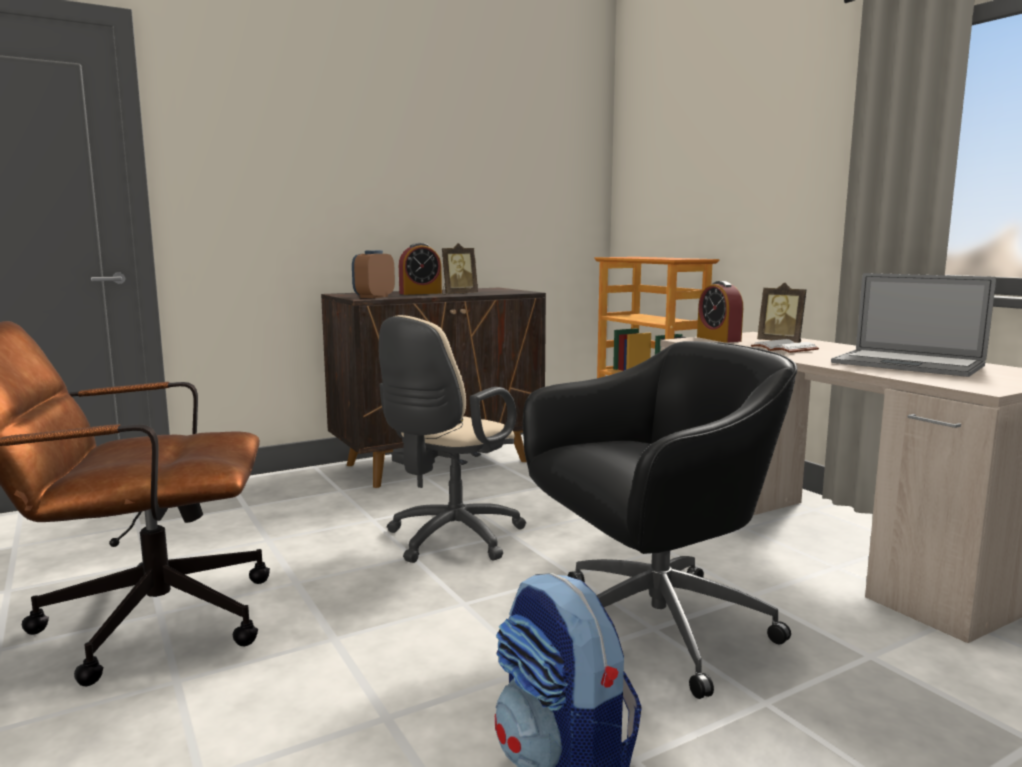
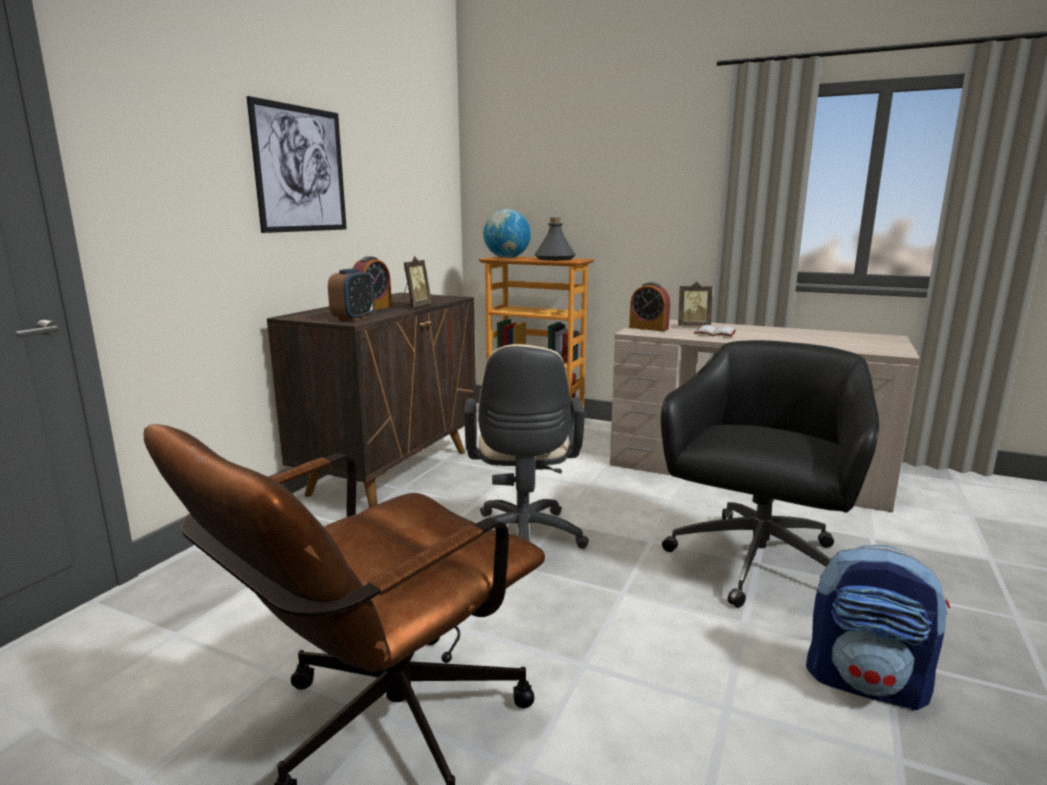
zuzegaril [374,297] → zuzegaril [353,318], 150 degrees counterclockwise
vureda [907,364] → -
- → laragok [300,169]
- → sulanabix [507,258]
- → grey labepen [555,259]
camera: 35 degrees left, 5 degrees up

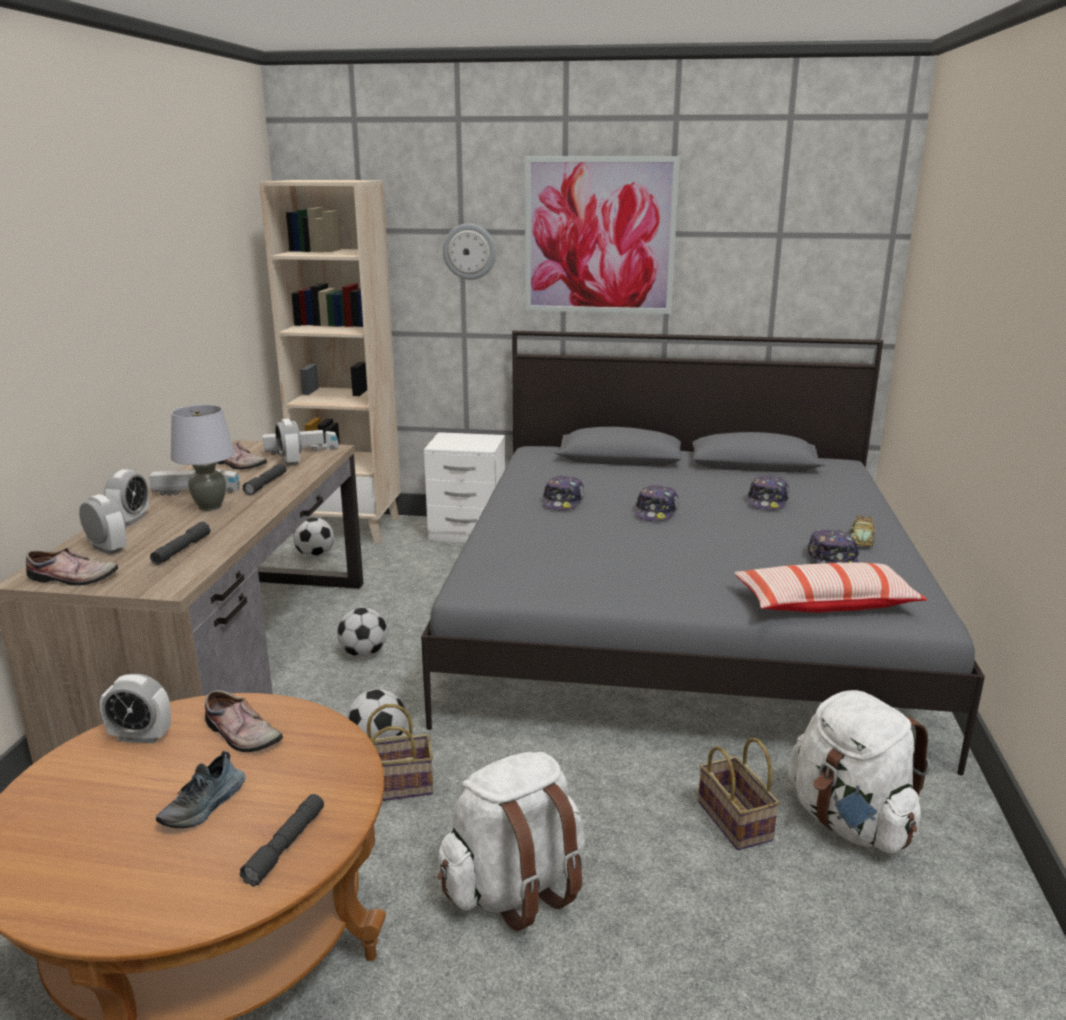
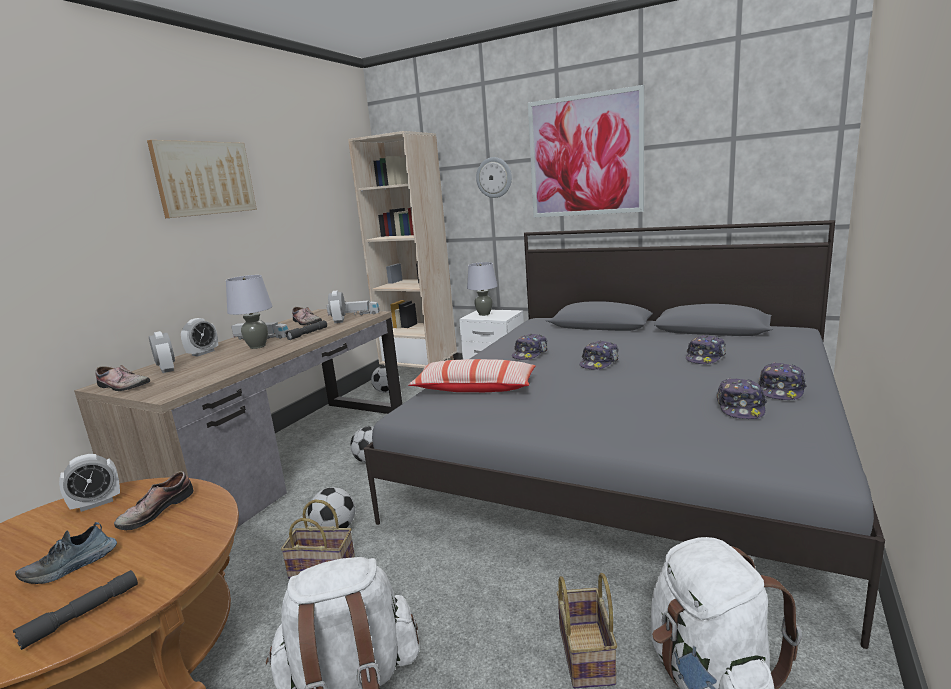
zuzegaril [141,736] → zuzegaril [96,503], 60 degrees counterclockwise
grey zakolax [181,550] → -
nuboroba [240,735] → nuboroba [154,511], 60 degrees clockwise
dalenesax [825,603] → dalenesax [474,388], relocated
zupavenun [861,539] → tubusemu [781,390]
- → laragok [204,178]
- → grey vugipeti [484,314]
camera: 20 degrees right, 5 degrees down

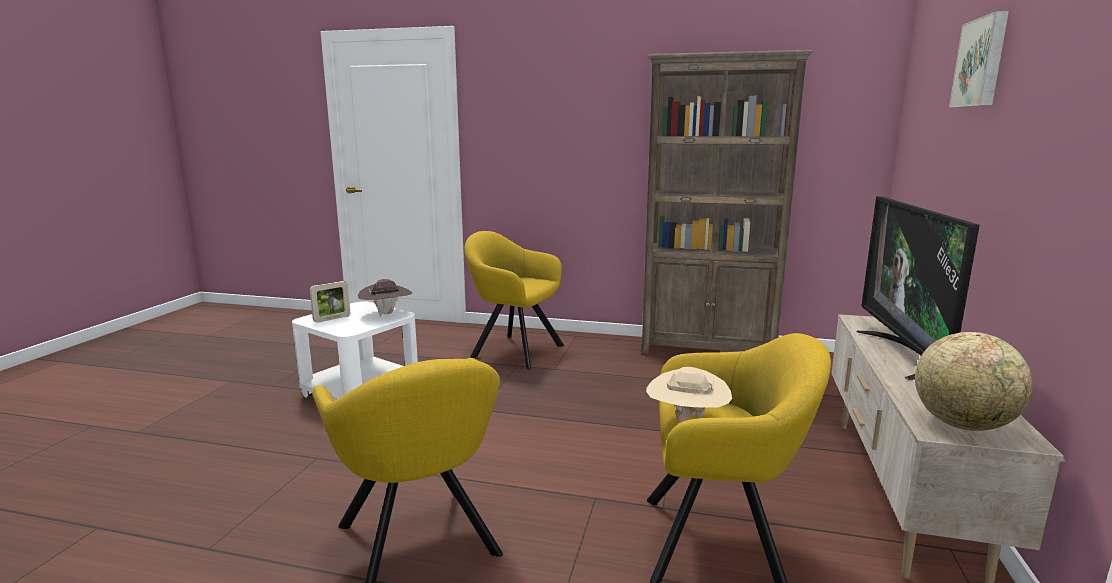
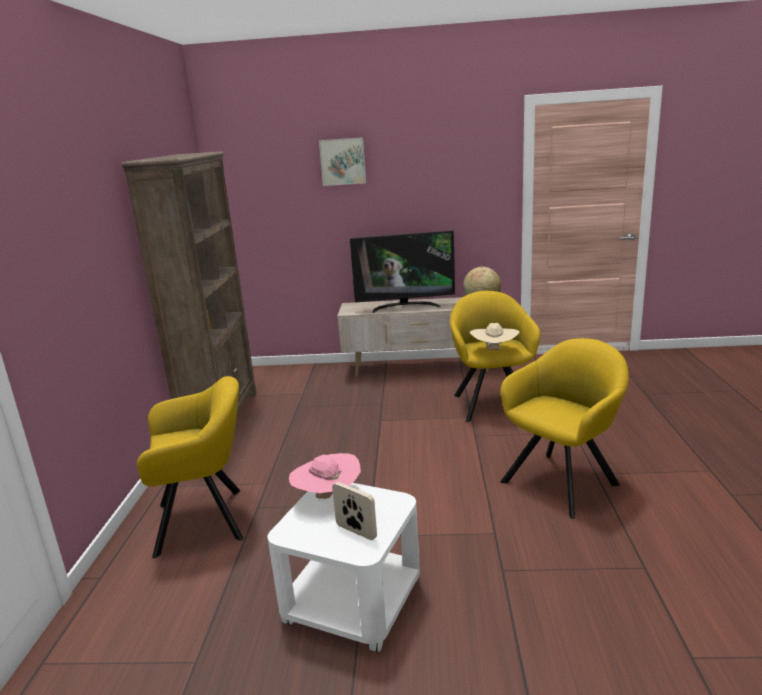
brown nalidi [387,314] → pink nalidi [327,497]
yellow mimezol [513,350] → yellow mimezol [207,520], 120 degrees counterclockwise
camera: 100 degrees left, 5 degrees up

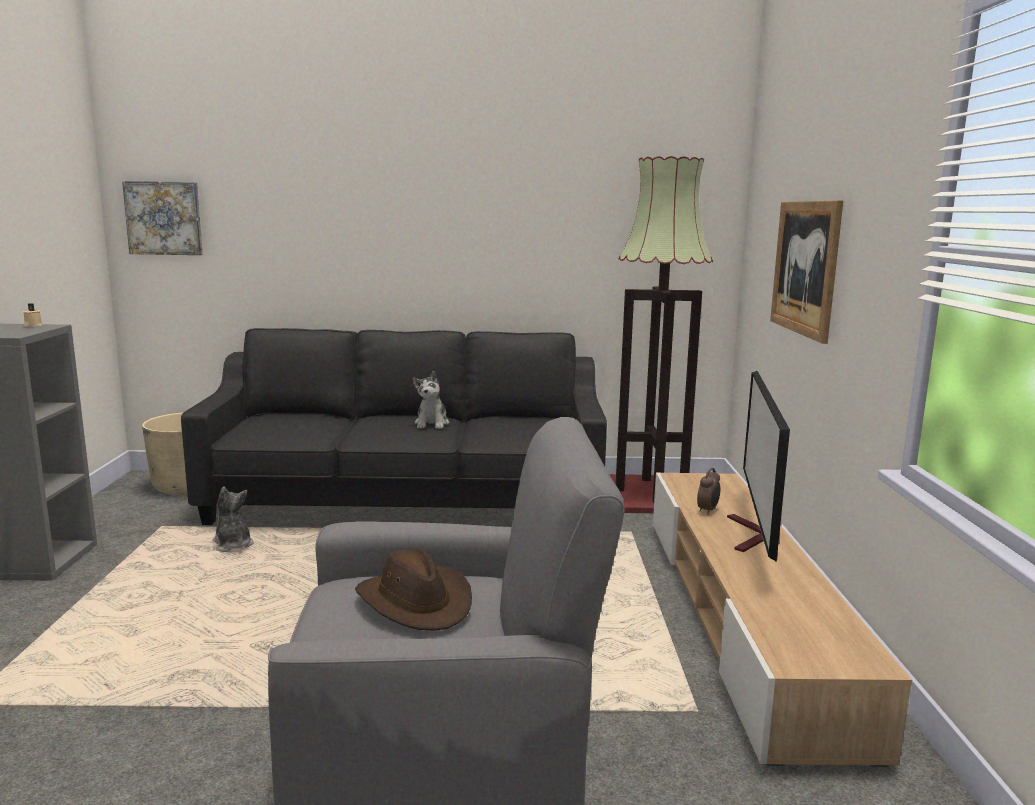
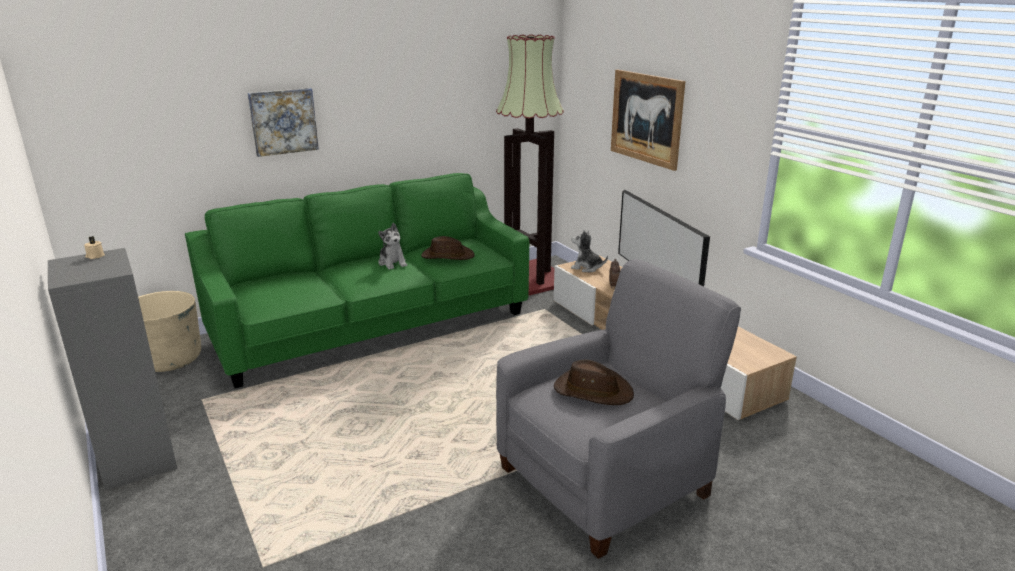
laragok [164,218] → laragok [283,121], relocated
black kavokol [407,502] → green kavokol [373,326]
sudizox [232,545] → sudizox [586,268], relocated
- → brown nalidi [447,256]
camera: 30 degrees left, 10 degrees up

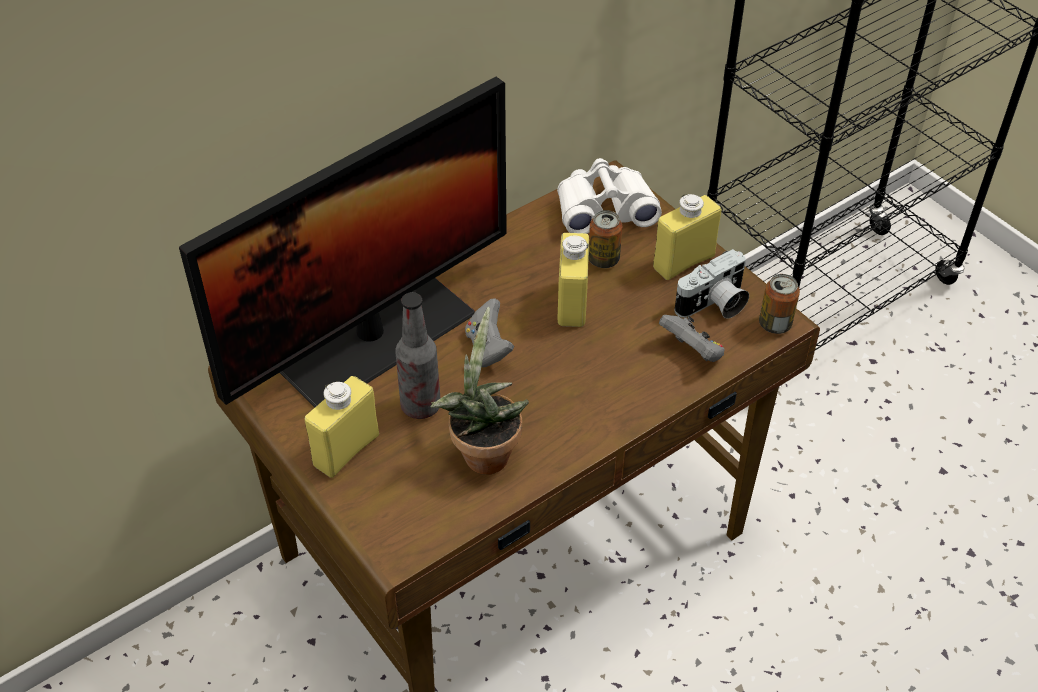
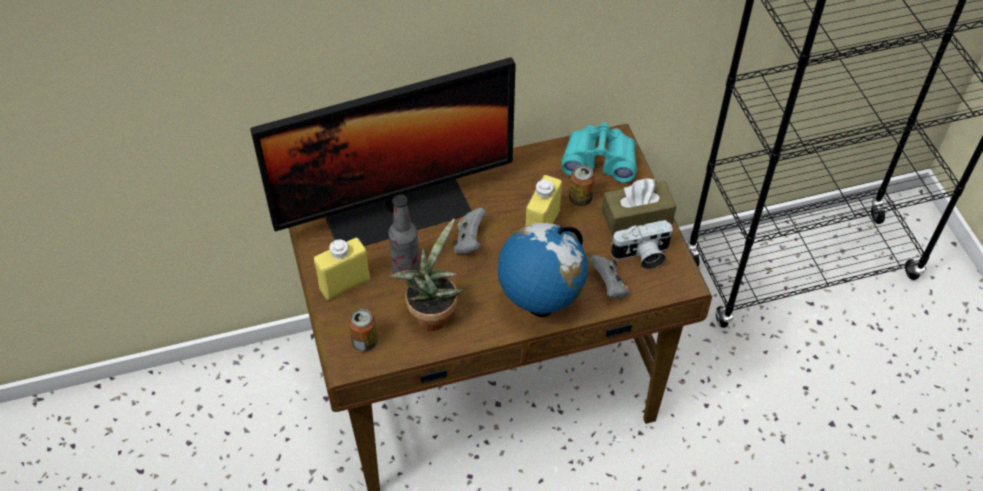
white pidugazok [604,209] → turquoise pidugazok [599,160]
yellow labepen [683,262] → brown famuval [636,217]
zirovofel [775,324] → zirovofel [364,342], relocated
- → sulanabix [539,305]
camera: 20 degrees right, 5 degrees up

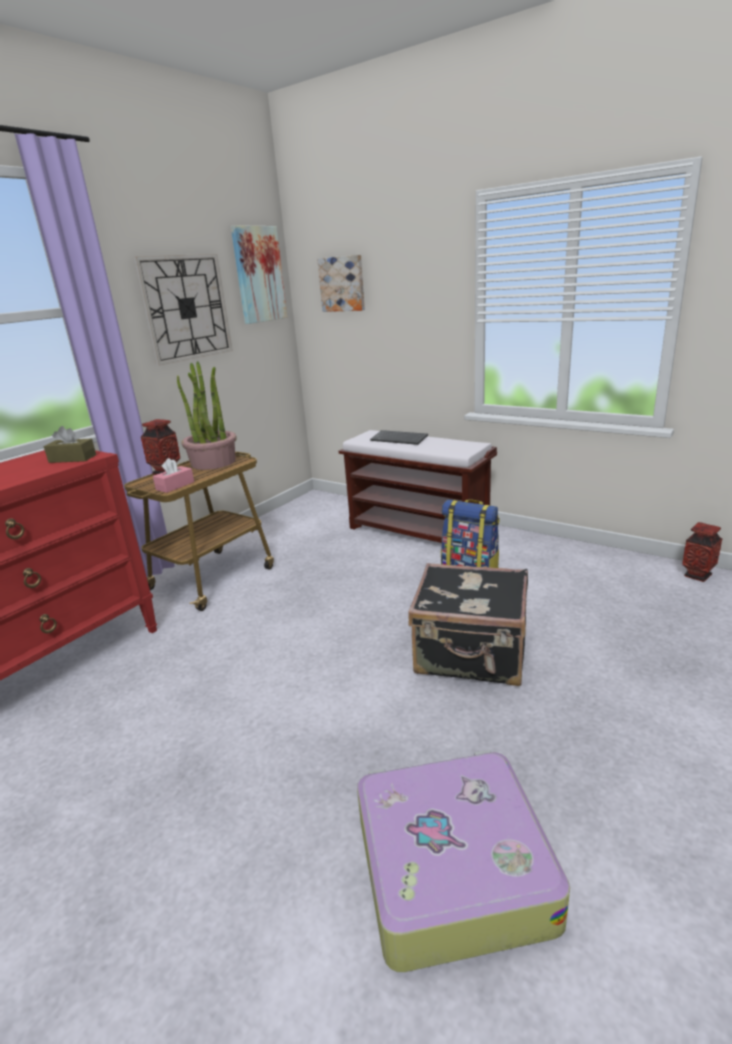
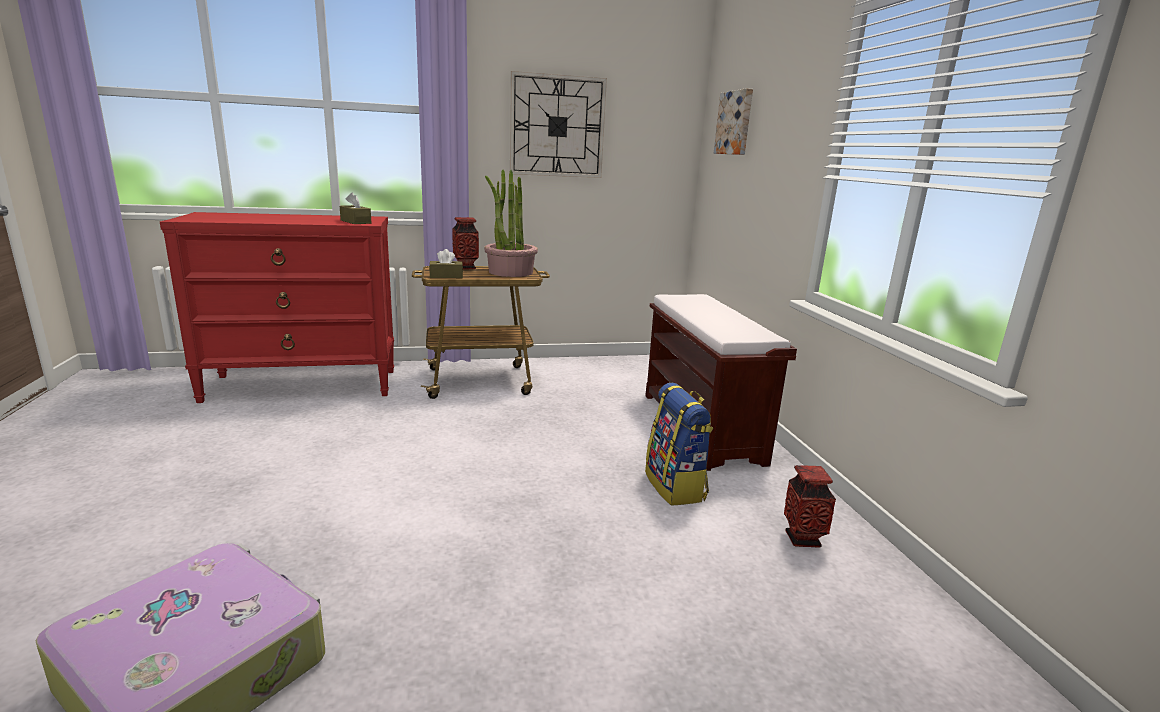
pink famuval [175,486] → brown famuval [446,276]
laragok [258,274] → -
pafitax [400,439] → -
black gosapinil [471,654] → -
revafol [697,575] → revafol [802,539], relocated
camera: 40 degrees right, 5 degrees down

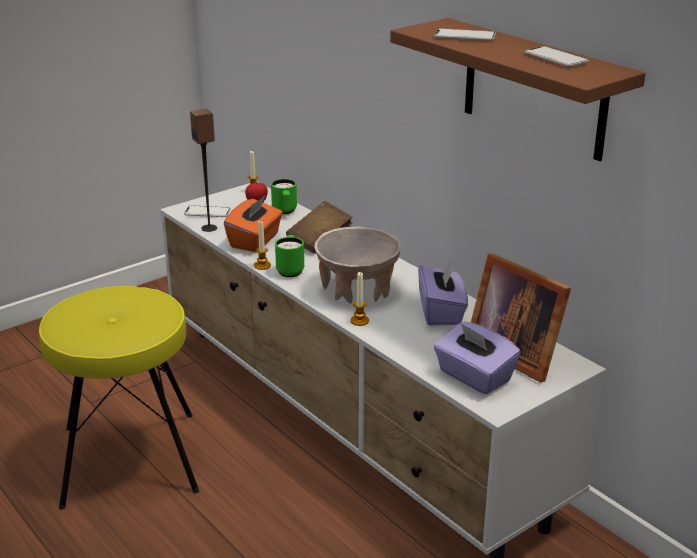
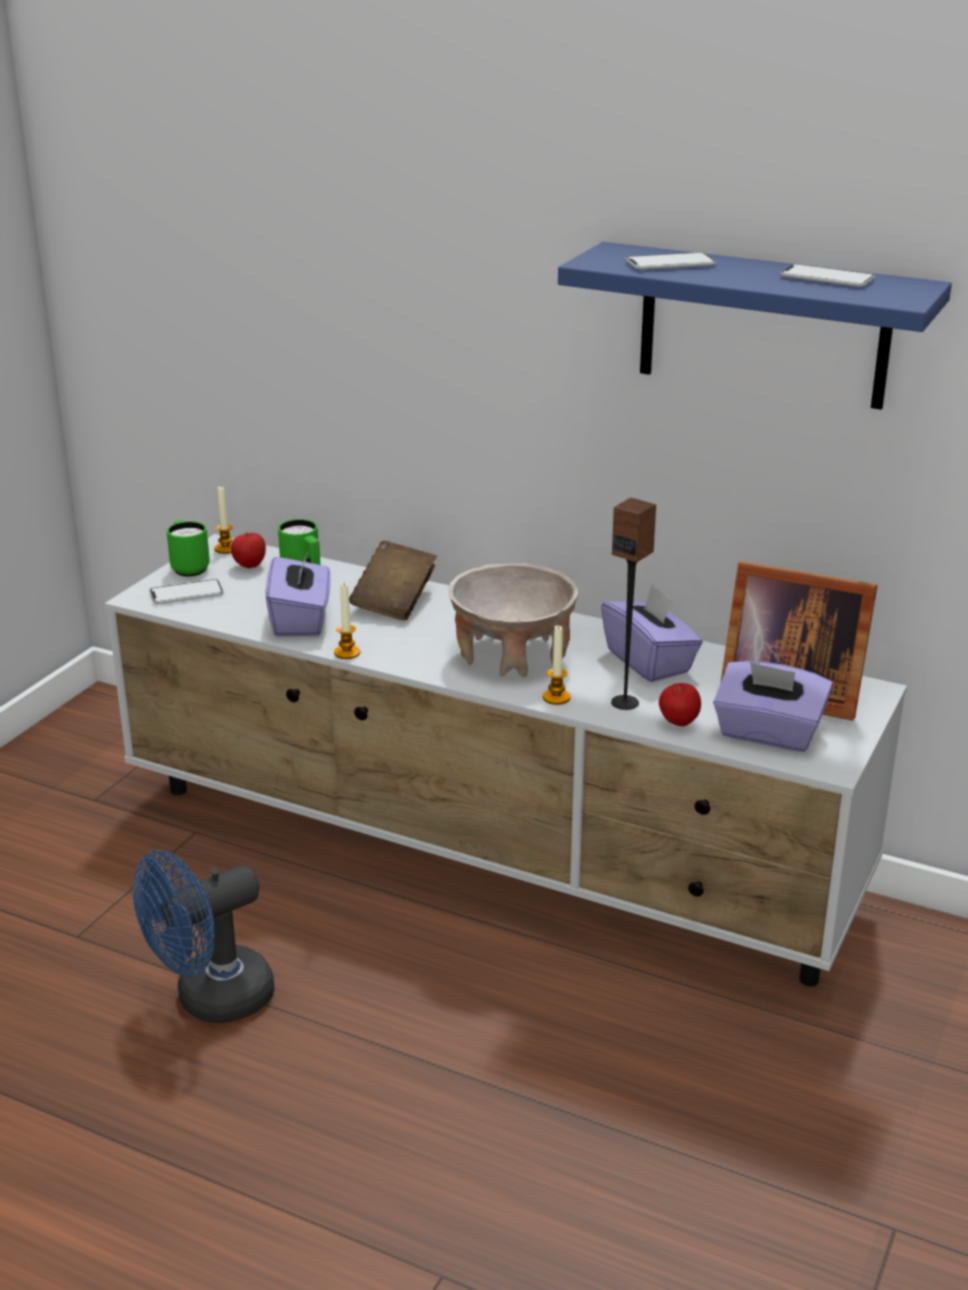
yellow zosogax [131,459] → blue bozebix [211,1000]
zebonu [209,228] → zebonu [625,702], relocated
orange famuval [255,241] → purple famuval [301,620]
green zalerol [290,270] → green zalerol [188,567], relocated
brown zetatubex [534,89] → blue zetatubex [763,326]
- → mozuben [678,724]
camera: 25 degrees left, 0 degrees up

